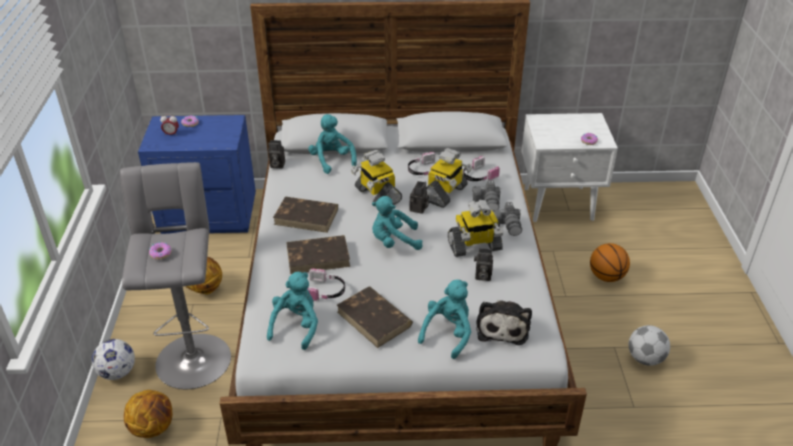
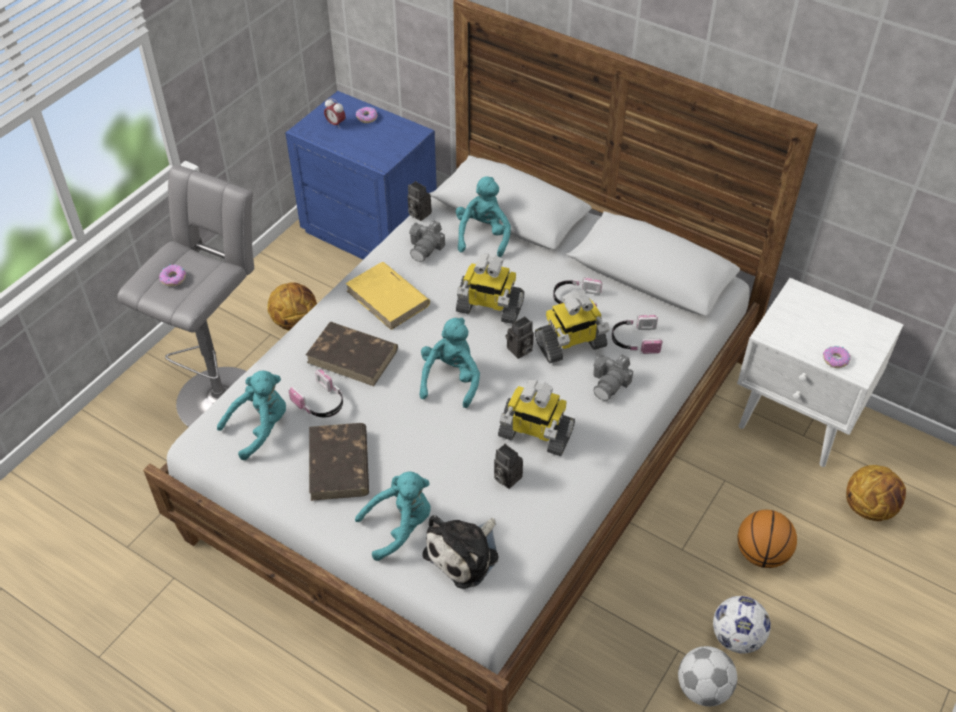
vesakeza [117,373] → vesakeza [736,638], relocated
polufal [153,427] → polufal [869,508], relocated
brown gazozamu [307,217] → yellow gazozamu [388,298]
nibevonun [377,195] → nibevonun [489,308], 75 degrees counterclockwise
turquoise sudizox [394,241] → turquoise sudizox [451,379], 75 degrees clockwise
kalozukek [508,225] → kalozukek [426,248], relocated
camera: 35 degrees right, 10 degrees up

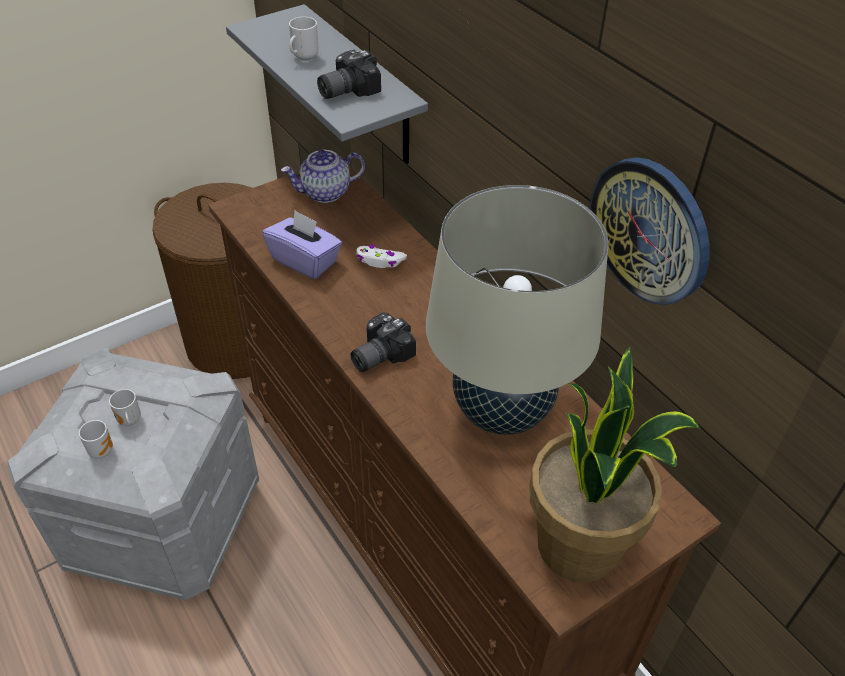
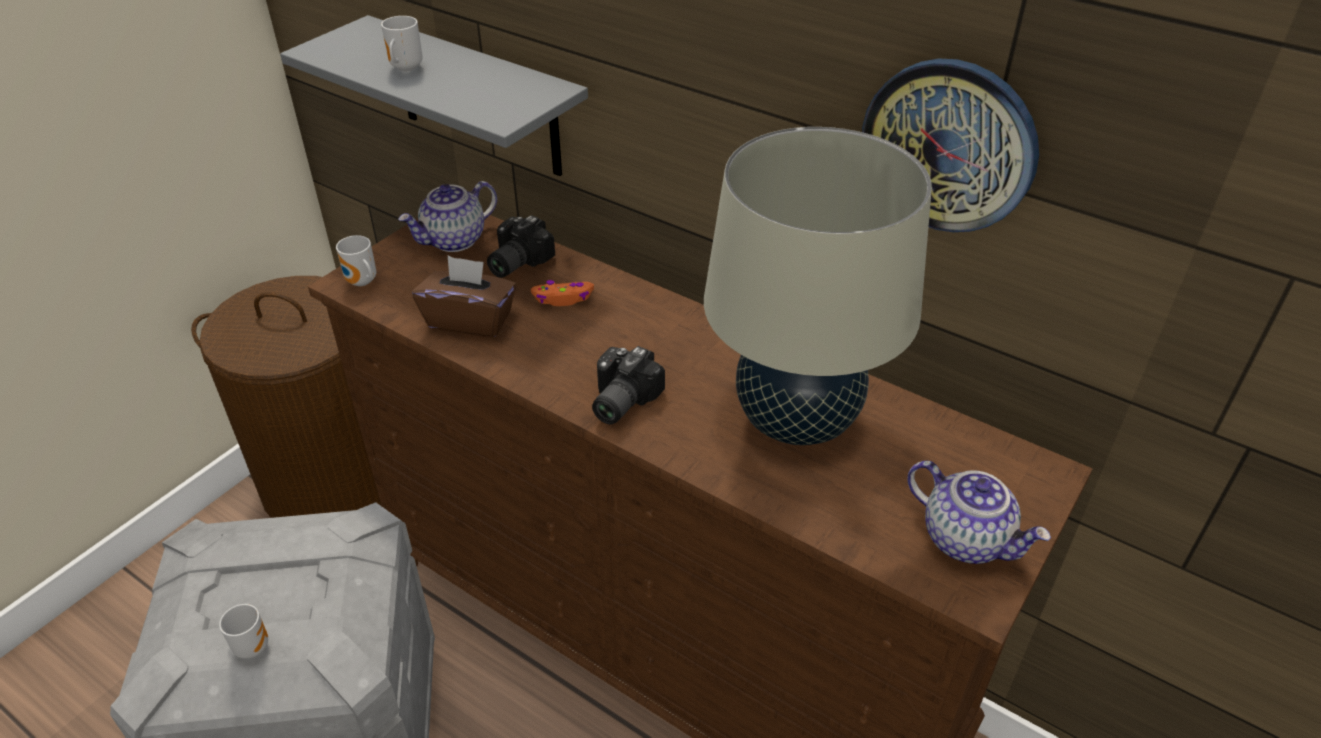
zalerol [129,421] → zalerol [362,283], relocated
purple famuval [305,261] → brown famuval [470,320]
kalozukek [345,90] → kalozukek [514,262], relocated
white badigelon [380,261] → orange badigelon [563,298]
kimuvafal [580,546] → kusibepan [966,539]
camera: 20 degrees left, 5 degrees down

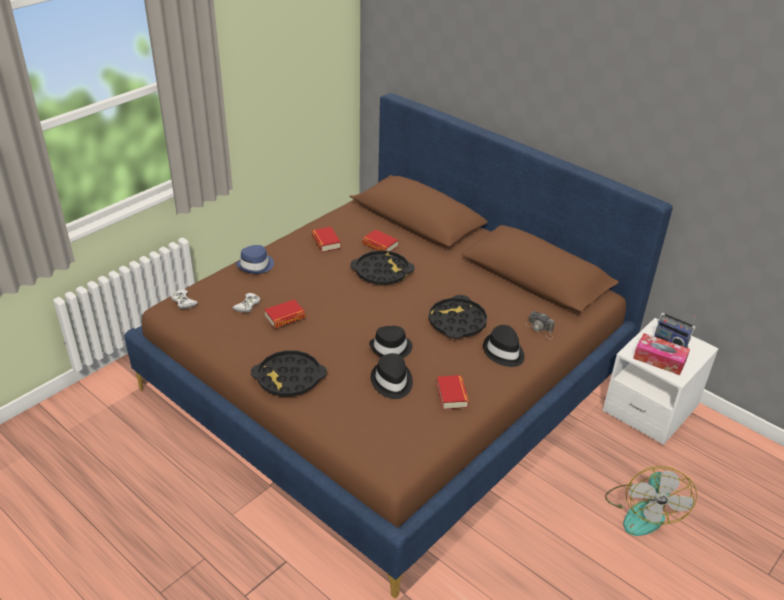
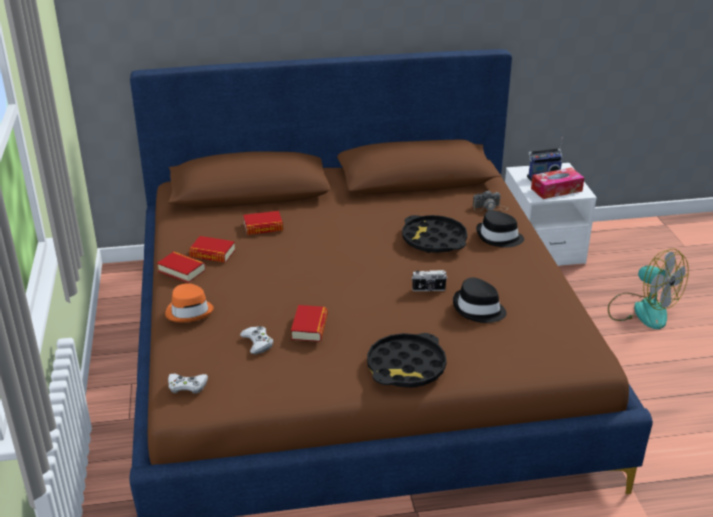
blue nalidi [256,265] → orange nalidi [189,311]
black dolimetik [382,272] → -
black nalidi [391,348] → kalozukek [429,289]
gazozamu [452,395] → gazozamu [182,271], relocated
camera: 50 degrees left, 5 degrees down

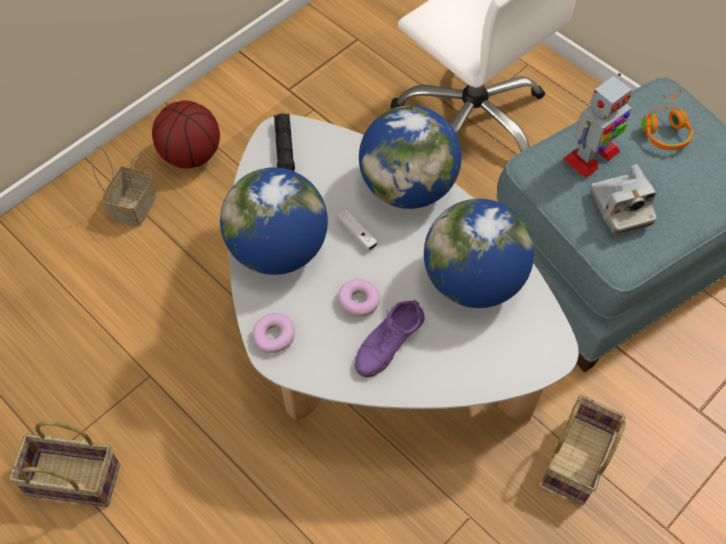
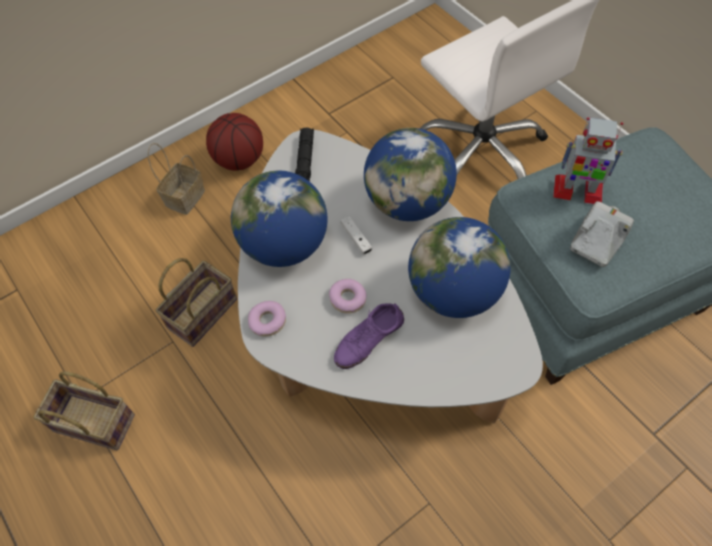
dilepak [575,456] → dilepak [202,311], relocated
nibevonun [591,156] → nibevonun [577,190], 45 degrees clockwise
kalozukek [620,208] → kalozukek [598,240], 135 degrees counterclockwise
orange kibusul [665,128] → -
camera: 10 degrees right, 0 degrees up

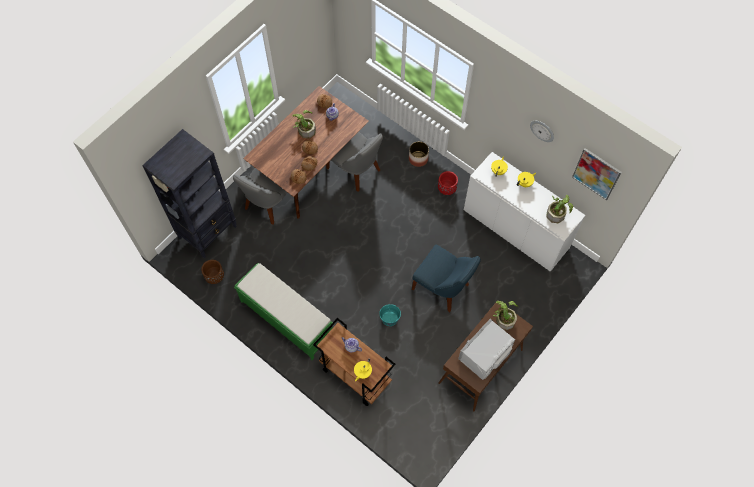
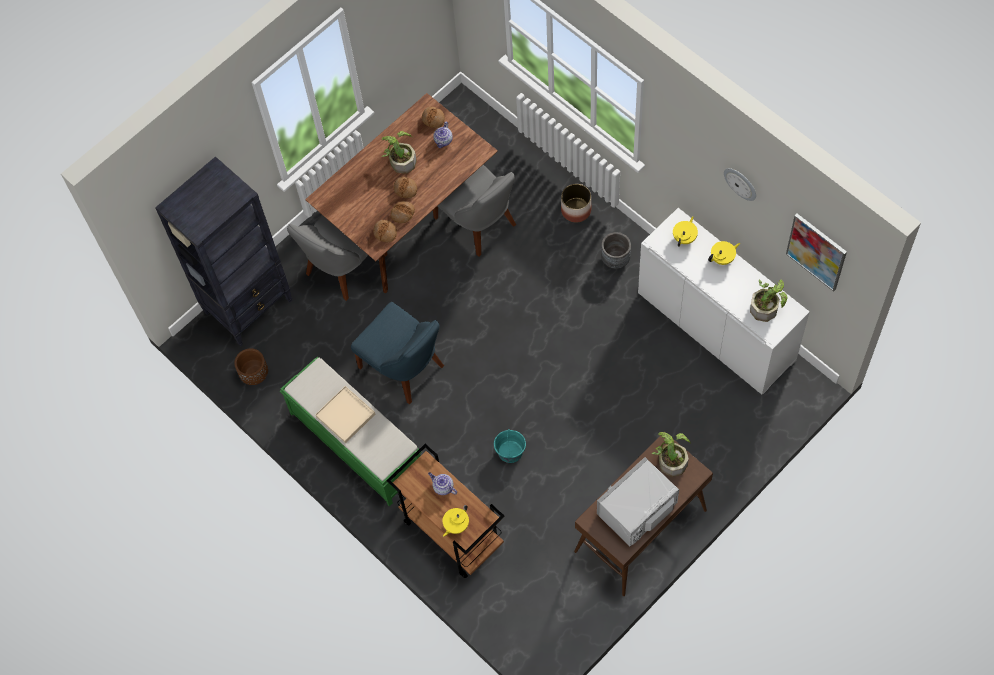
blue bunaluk [443,288] → blue bunaluk [404,368], relocated
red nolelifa [446,189] → grey nolelifa [615,259]
- → beige dolimetik [345,415]
camera: 10 degrees right, 0 degrees up

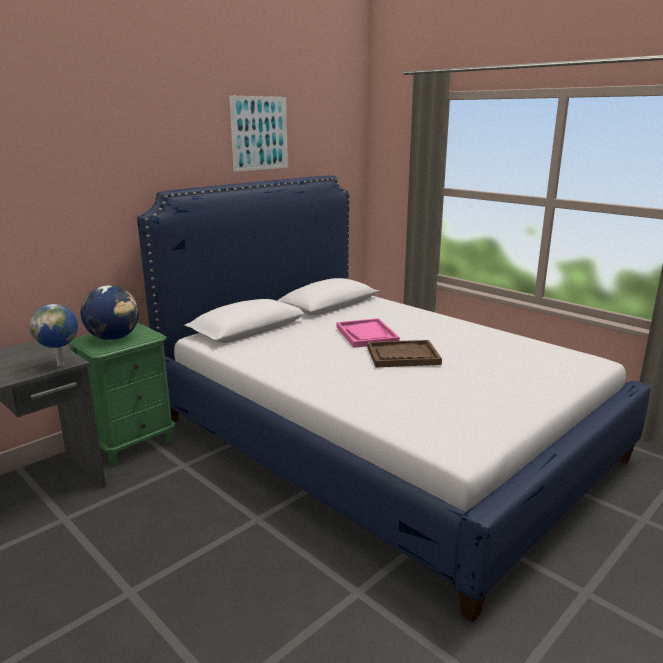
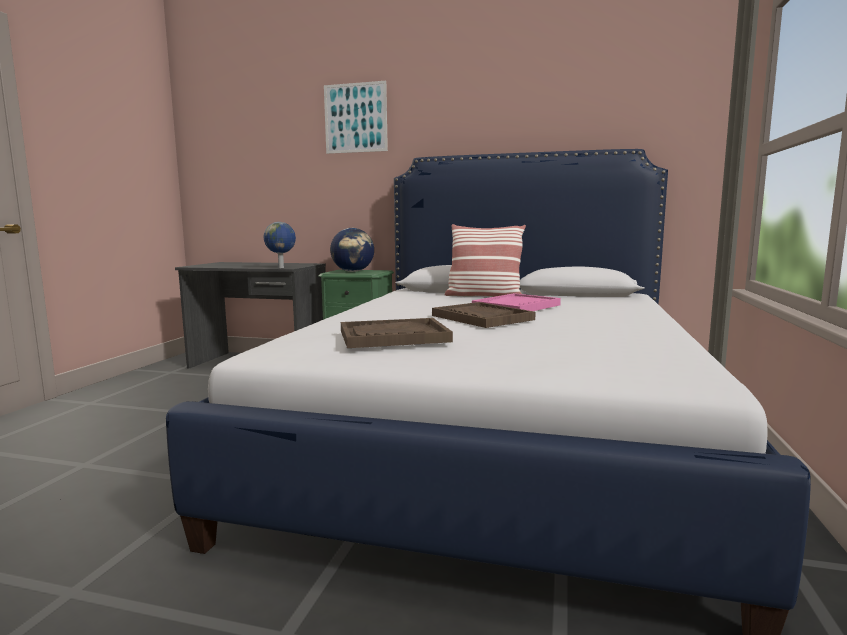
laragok [259,133] → laragok [355,118], relocated
- → brown dolimetik [393,336]
- → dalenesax [484,295]
camera: 60 degrees right, 10 degrees down

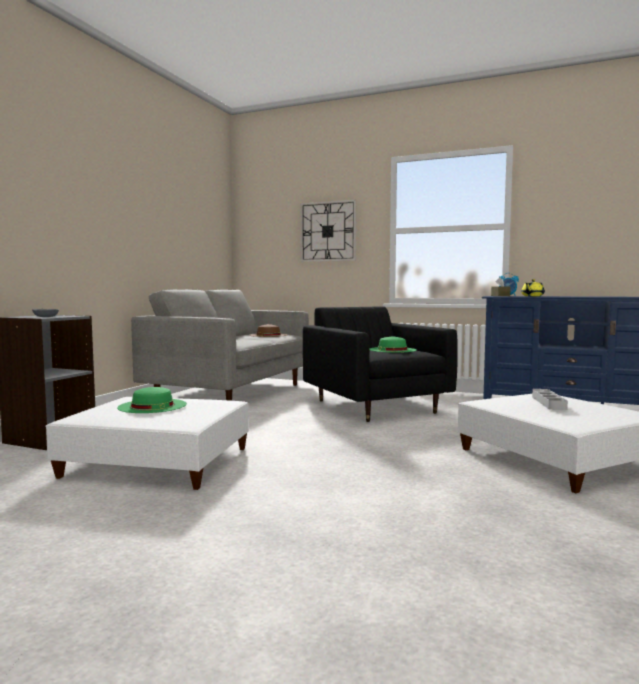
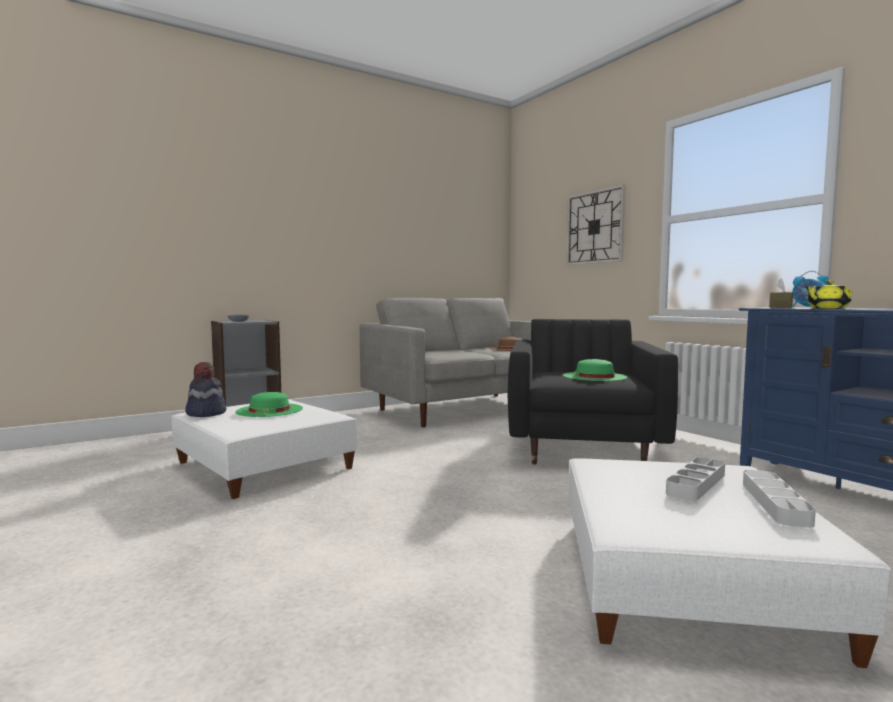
- → nalidi [205,413]
- → grey dolimetik [775,503]
camera: 35 degrees right, 0 degrees up

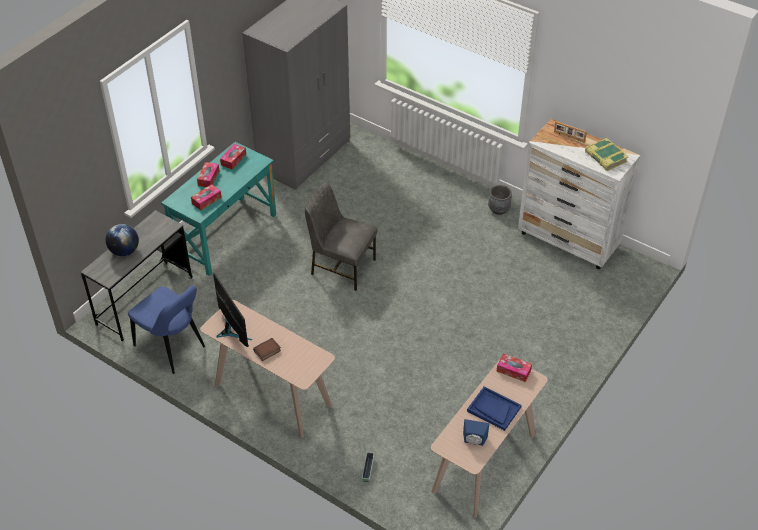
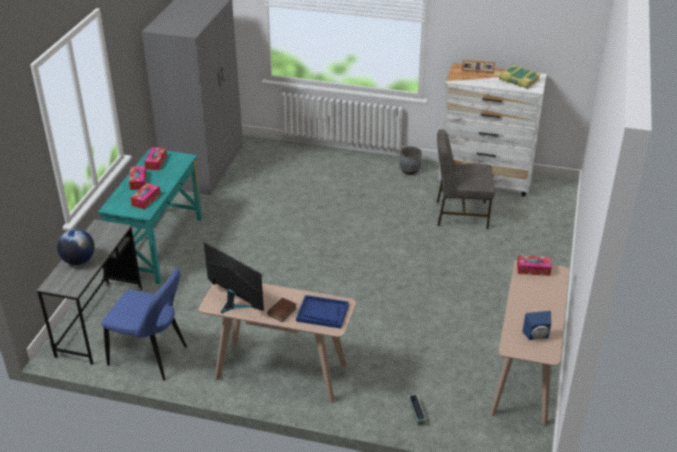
grey bunaluk [342,267] → grey bunaluk [460,214], relocated
blue dolimetik [493,409] → blue dolimetik [322,313], relocated
camera: 20 degrees left, 10 degrees down

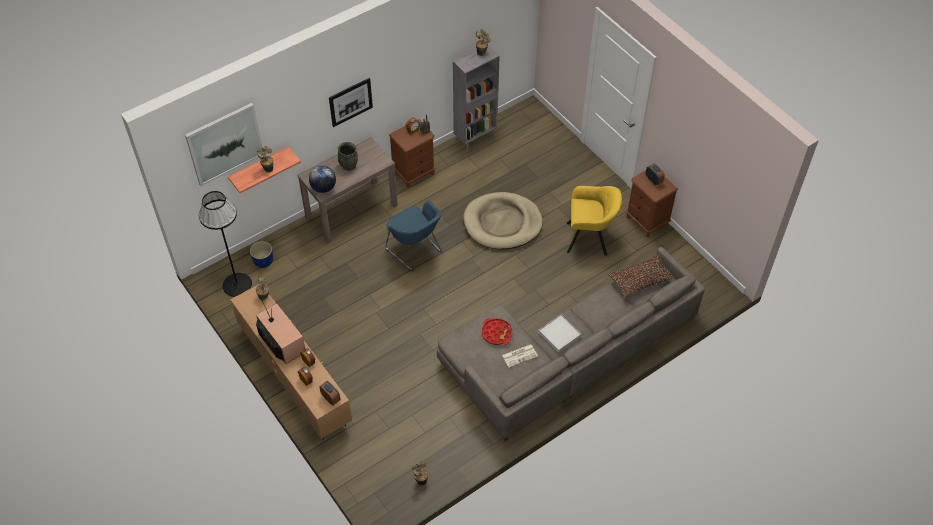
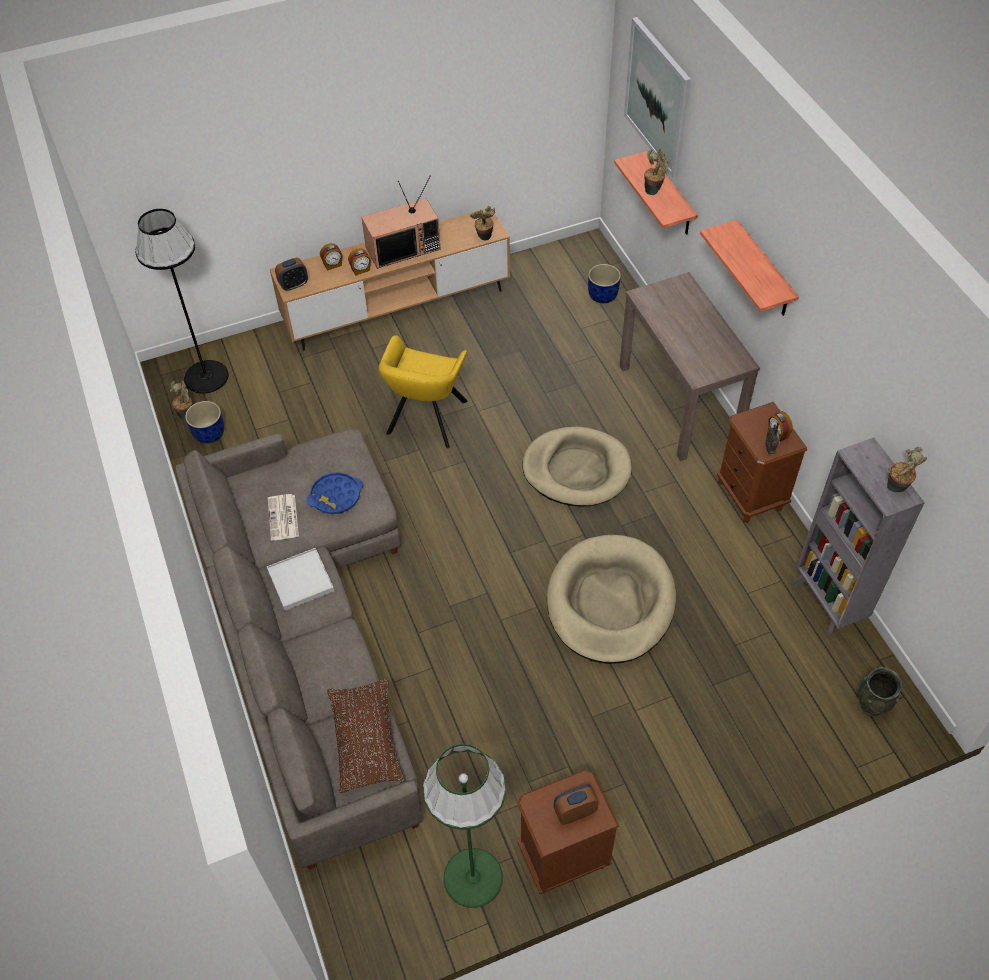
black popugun [237,285] → black popugun [206,376], relocated
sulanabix [323,188] → -
laragok [350,102] → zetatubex [763,271]
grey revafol [348,166] → grey revafol [872,704], relocated
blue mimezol [415,252] → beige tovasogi [576,469]
red dolimetik [497,333] → blue dolimetik [335,496]
yellow mimezol [589,238] → yellow mimezol [425,420], relocated
- → blue nolelifa [209,433]
- → green popugun [473,878]
camera: 105 degrees right, 0 degrees up

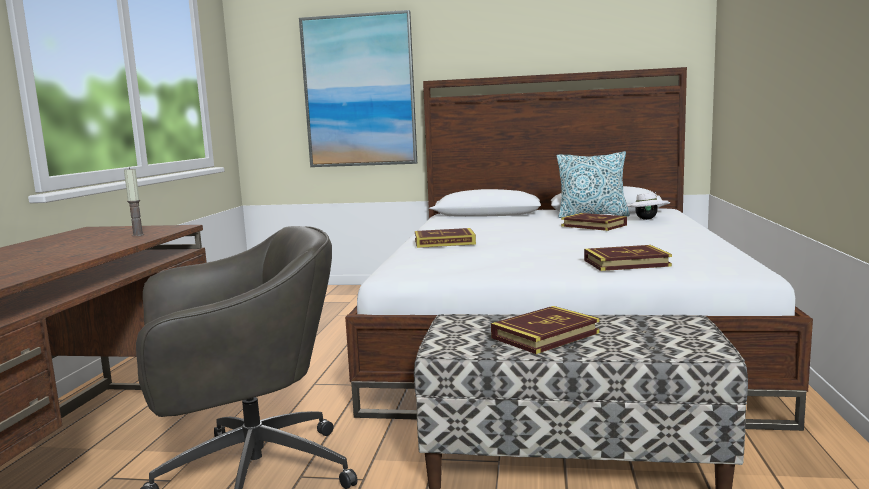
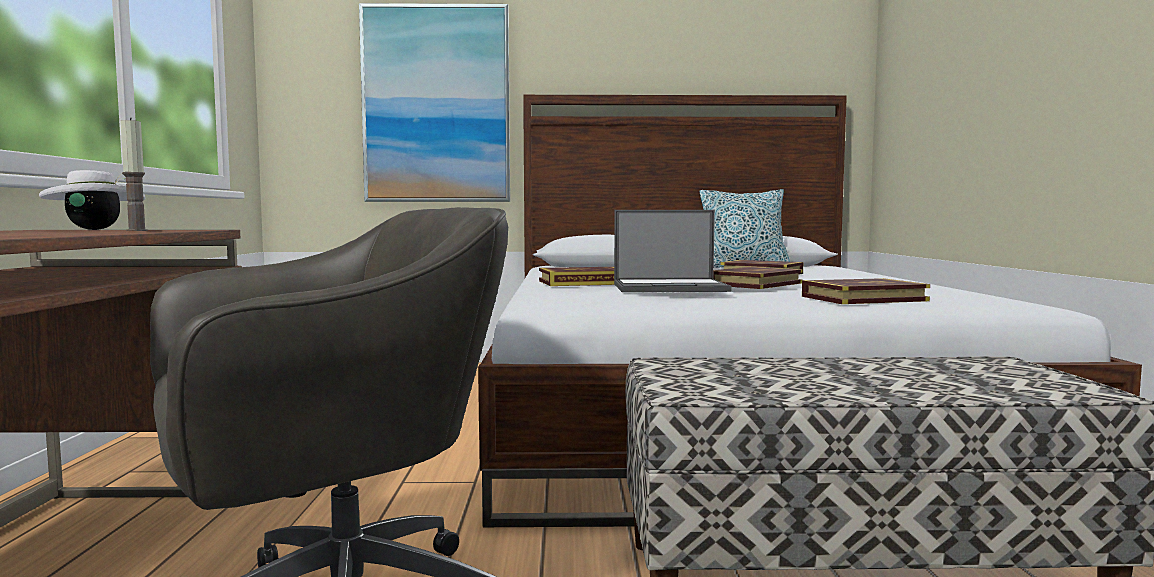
gazozamu [545,335] → gazozamu [755,284], relocated
white nalidi [646,219] → white nalidi [96,229], relocated
- → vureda [671,287]
camera: 10 degrees left, 5 degrees down

